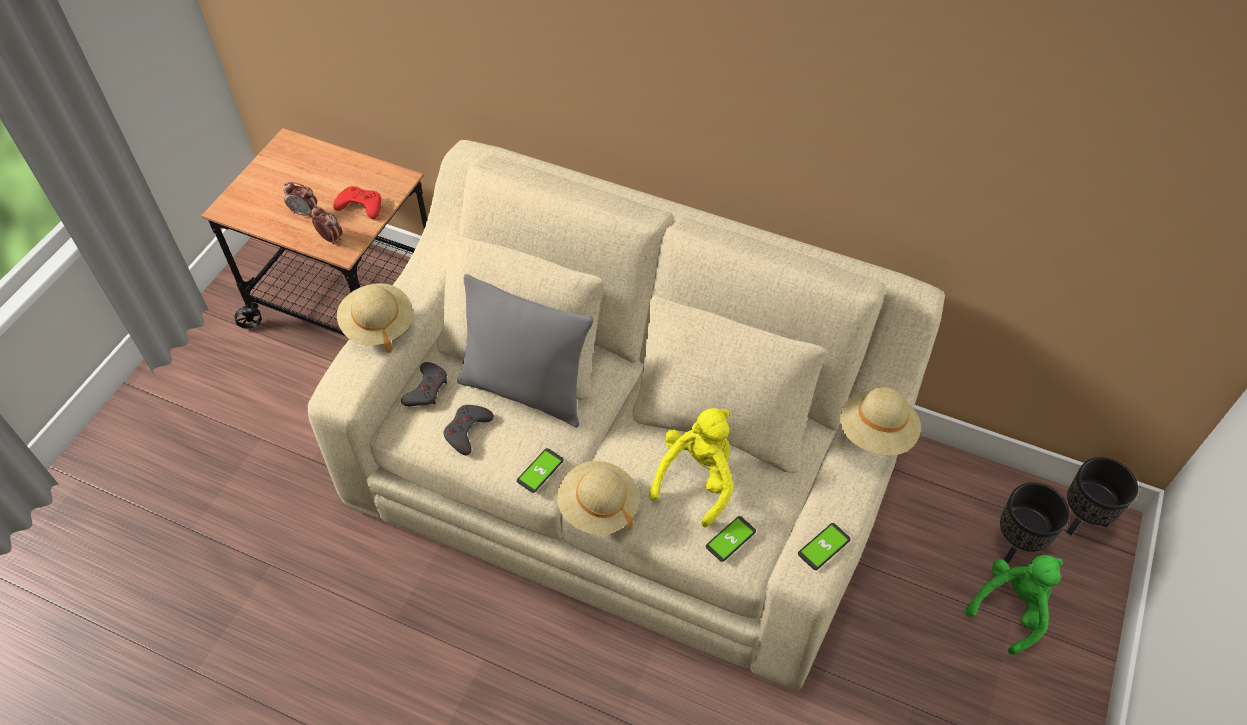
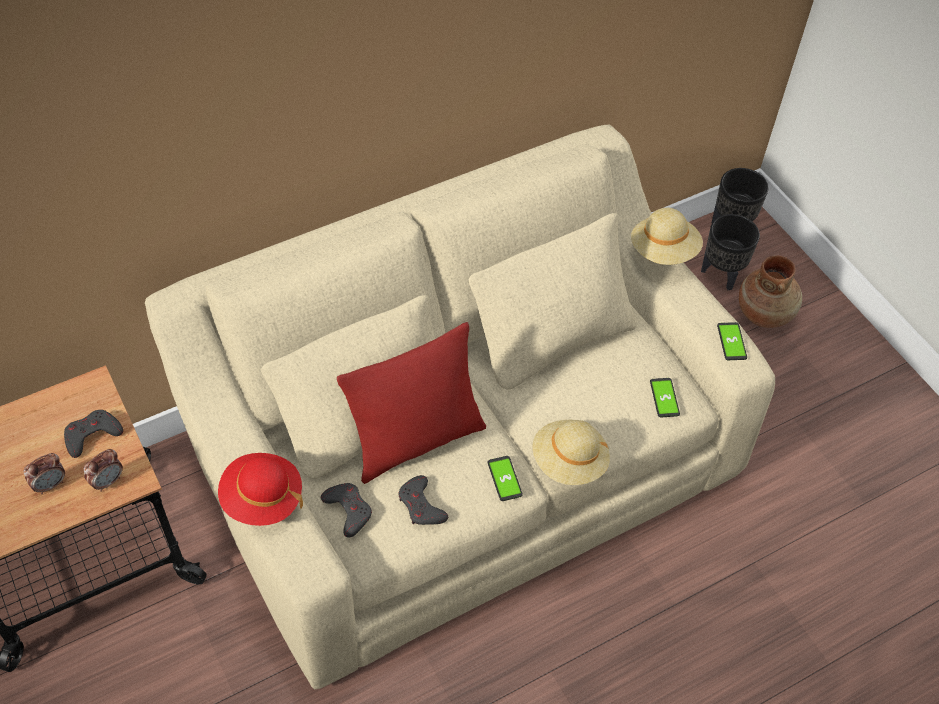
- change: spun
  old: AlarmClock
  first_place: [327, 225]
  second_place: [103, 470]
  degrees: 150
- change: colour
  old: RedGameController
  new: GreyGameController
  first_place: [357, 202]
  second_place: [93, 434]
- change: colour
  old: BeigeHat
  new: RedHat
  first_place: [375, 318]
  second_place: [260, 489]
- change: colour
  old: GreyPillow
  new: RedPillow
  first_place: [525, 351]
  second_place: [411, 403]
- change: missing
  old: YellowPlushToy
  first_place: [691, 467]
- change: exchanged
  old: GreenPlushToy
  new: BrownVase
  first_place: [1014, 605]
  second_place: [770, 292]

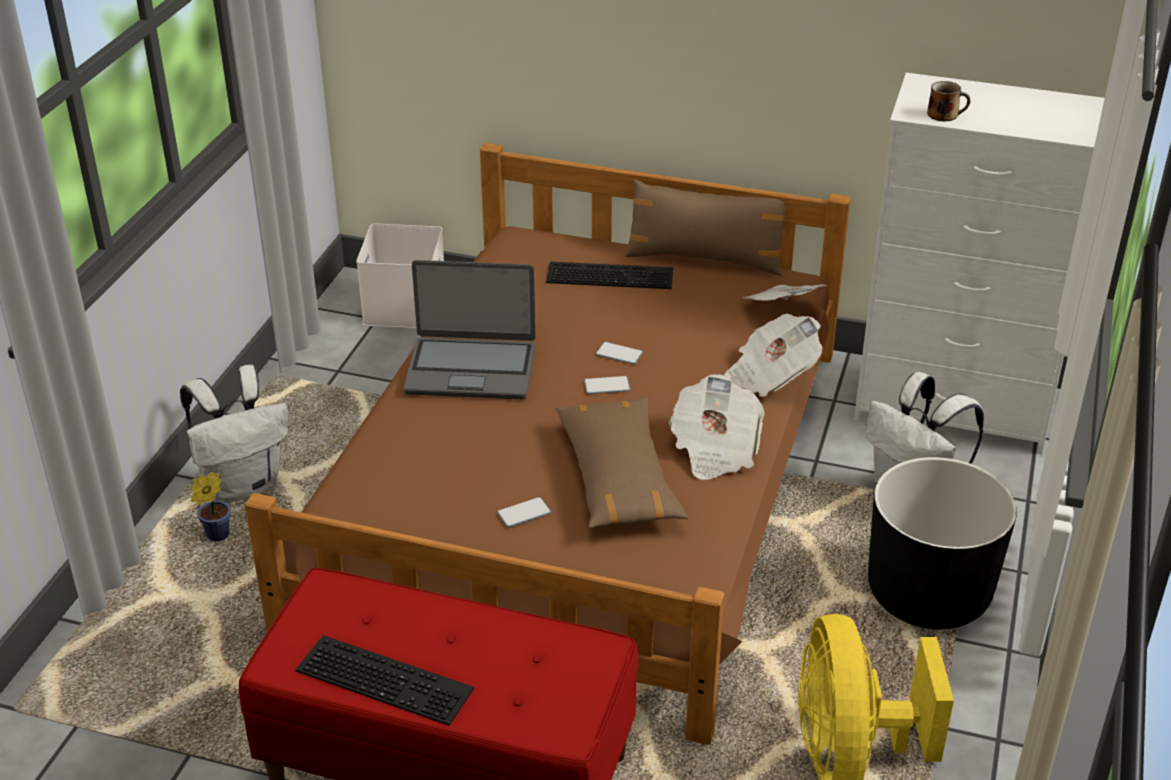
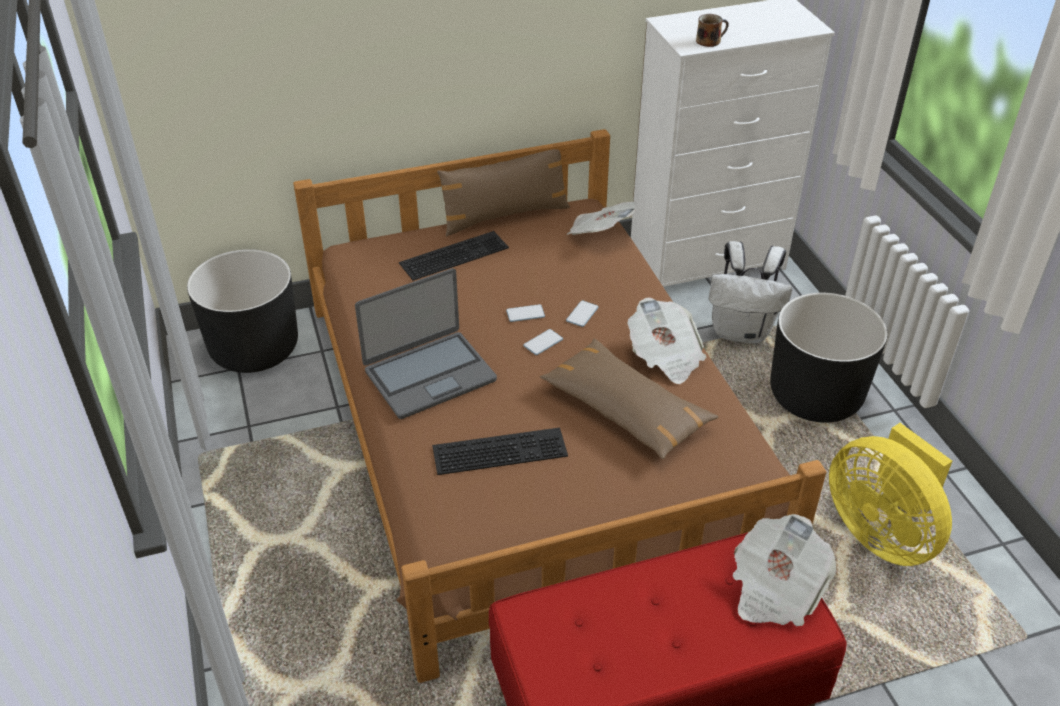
- change: missing
  old: WhiteBackpack
  first_place: [234, 434]
- change: missing
  old: PottedPlant
  first_place: [211, 506]
- change: relocated
  old: Keyboard
  first_place: [384, 680]
  second_place: [500, 451]
- change: exchanged
  old: WhiteStorageBox
  new: BlackPlanter
  first_place: [400, 275]
  second_place: [242, 311]
- change: relocated
  old: Phone
  first_place: [524, 512]
  second_place: [582, 314]
- change: relocated
  old: Newspaper
  first_place: [773, 355]
  second_place: [784, 570]

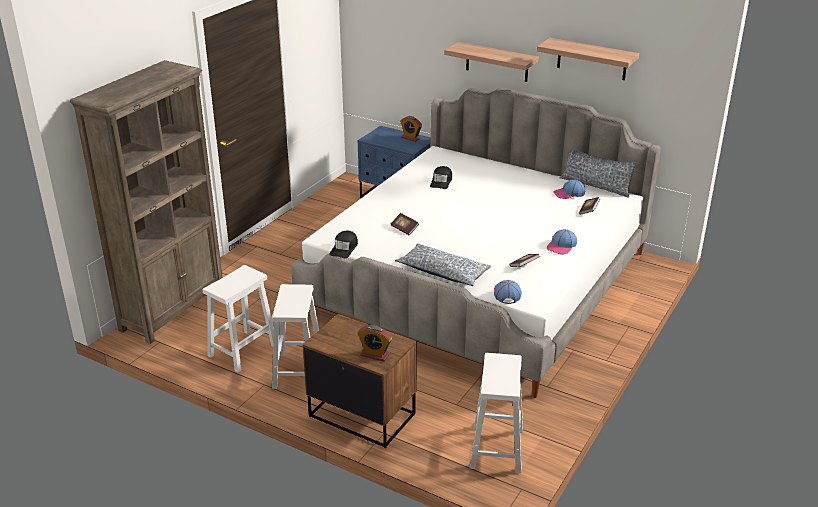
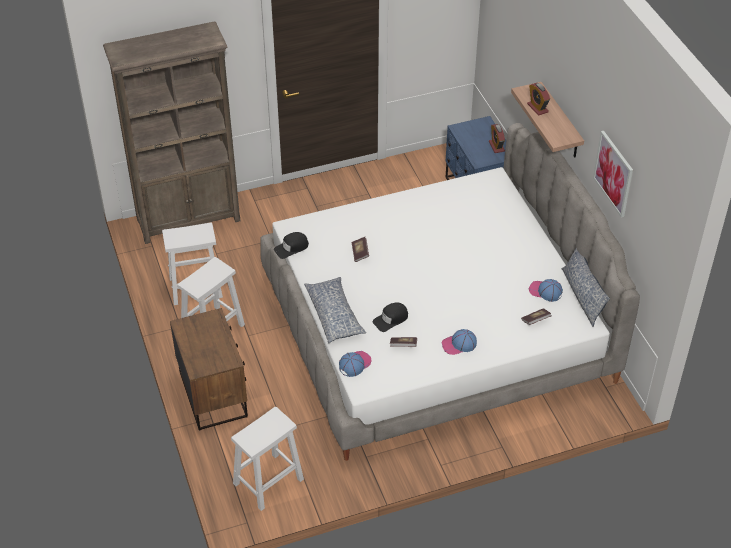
- change: relocated
  old: AlarmClock
  first_place: [374, 343]
  second_place: [538, 99]
- change: relocated
  old: BlackCap
  first_place: [441, 177]
  second_place: [390, 317]
- change: exchanged
  old: Shelf
  new: Picture
  first_place: [588, 59]
  second_place: [613, 174]

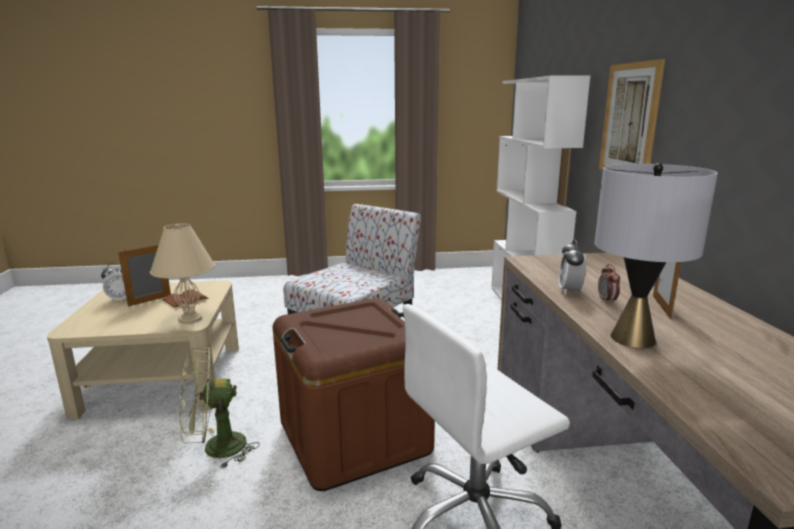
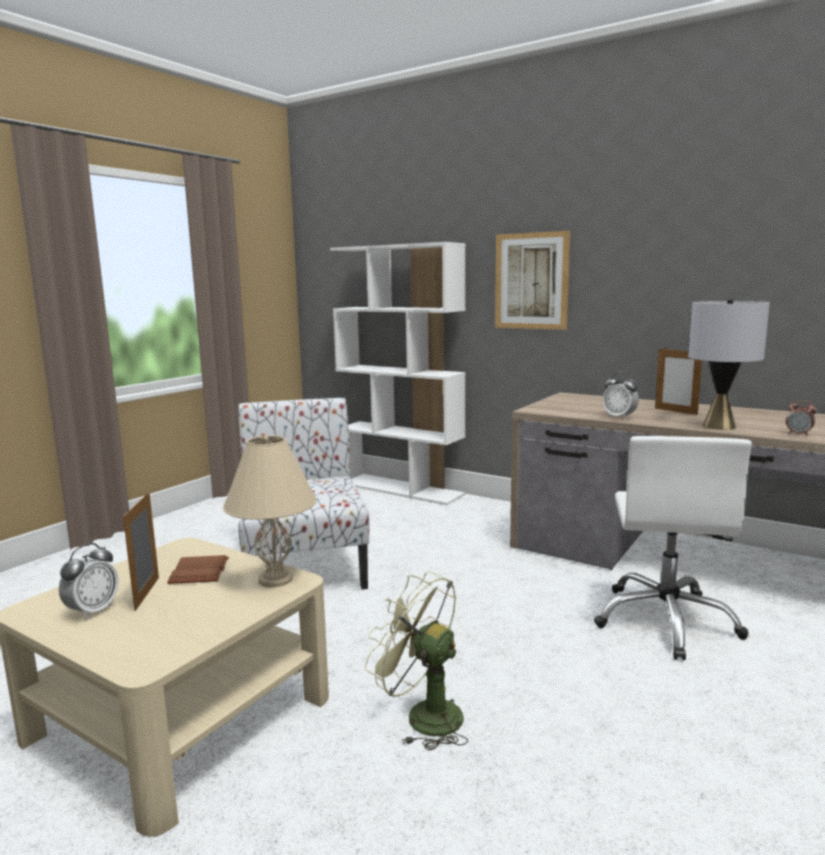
- change: spun
  old: GreenFan
  first_place: [219, 408]
  second_place: [416, 661]
  degrees: 105
- change: missing
  old: BrownStorageBox
  first_place: [354, 394]
- change: relocated
  old: AlarmClock
  first_place: [609, 284]
  second_place: [801, 418]

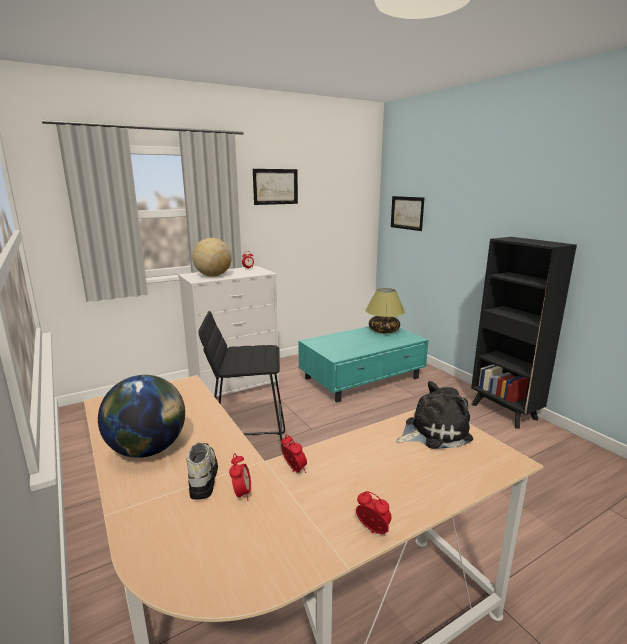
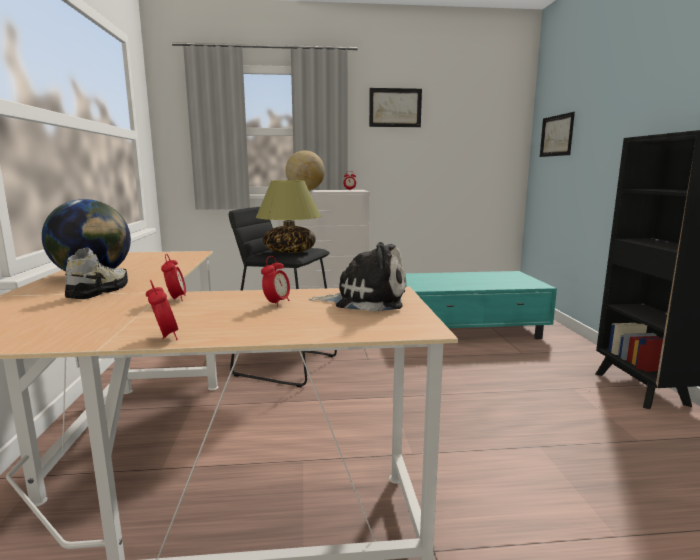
- change: relocated
  old: AlarmClock
  first_place: [240, 477]
  second_place: [275, 281]
- change: relocated
  old: TableLamp
  first_place: [385, 310]
  second_place: [288, 216]

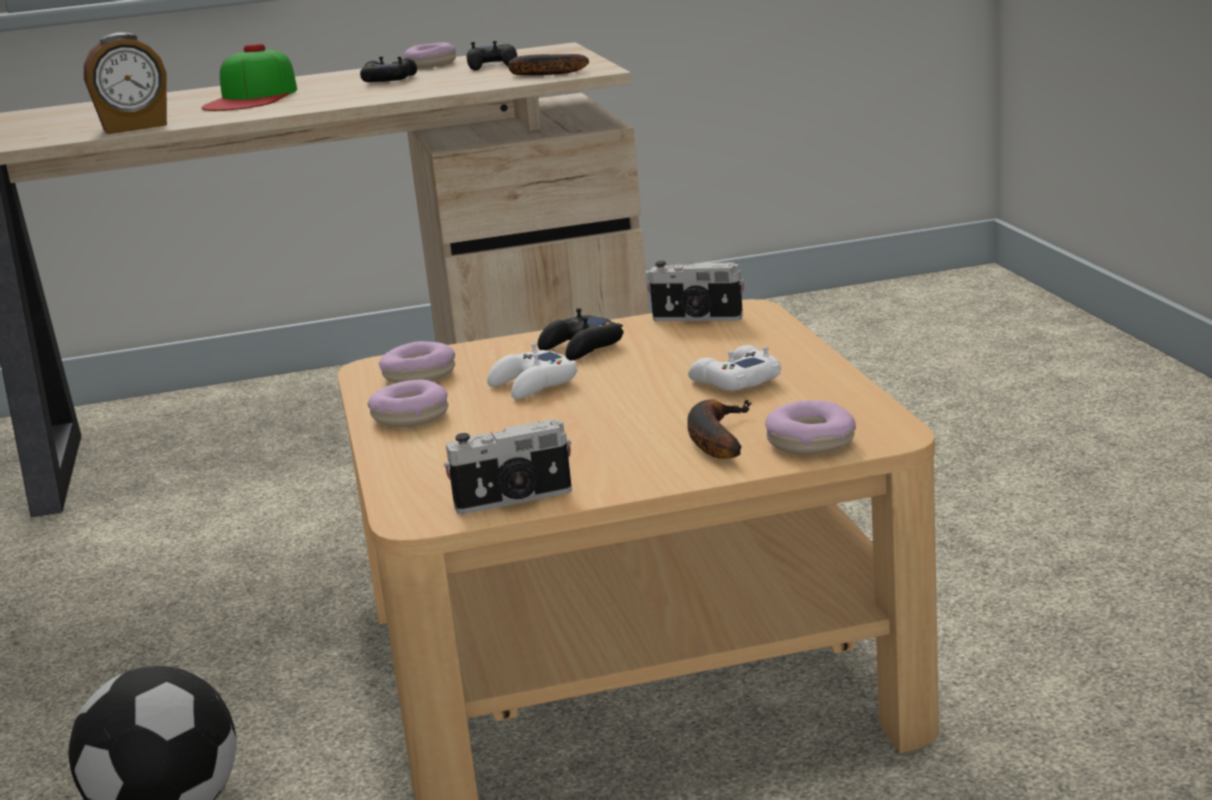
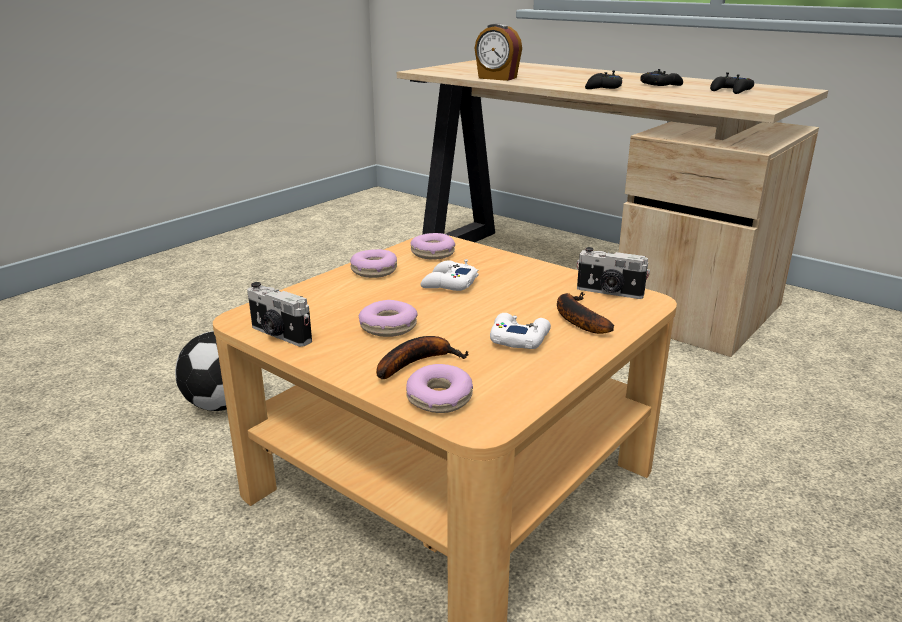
- change: missing
  old: Cap
  first_place: [249, 77]
- change: relocated
  old: Donut
  first_place: [430, 55]
  second_place: [388, 318]
- change: relocated
  old: Banana
  first_place: [548, 64]
  second_place: [585, 313]
- change: relocated
  old: BlackGameController
  first_place: [580, 334]
  second_place: [604, 80]
- change: spun
  old: PhotoCamera
  first_place: [695, 291]
  second_place: [613, 273]
  degrees: -45

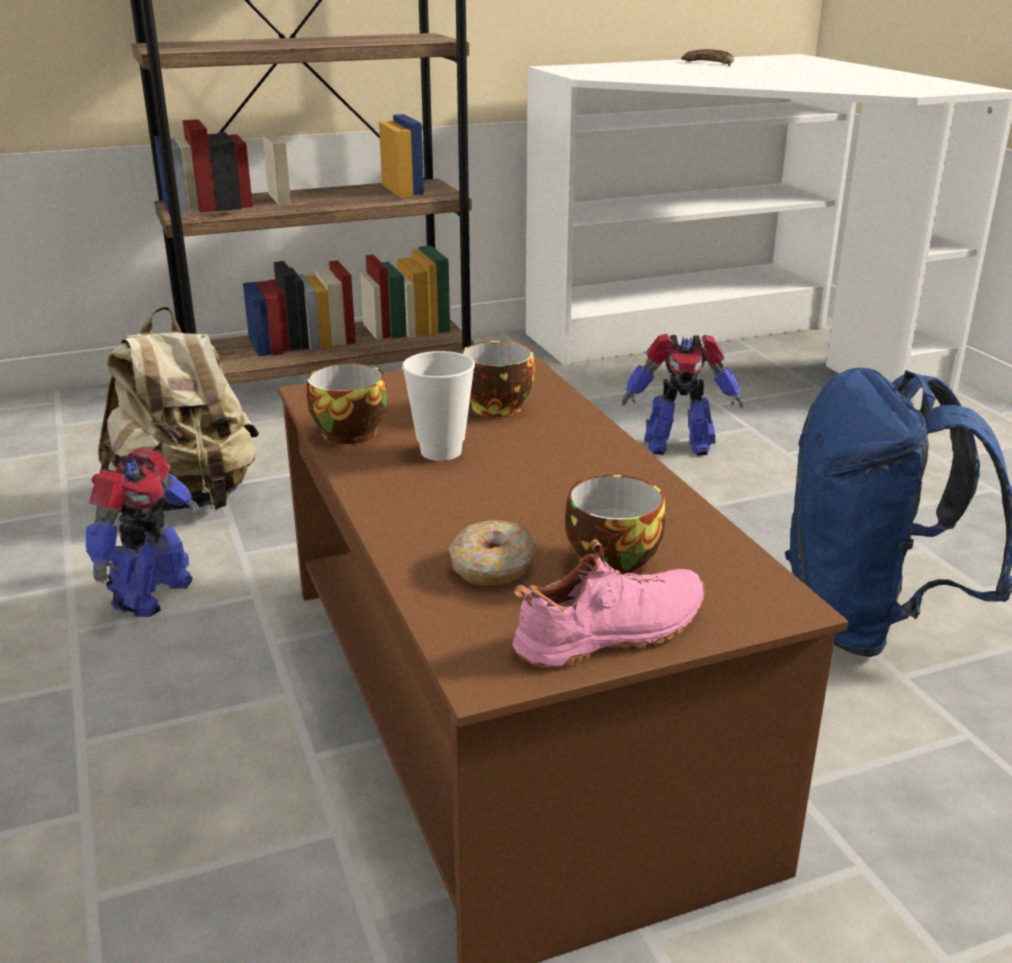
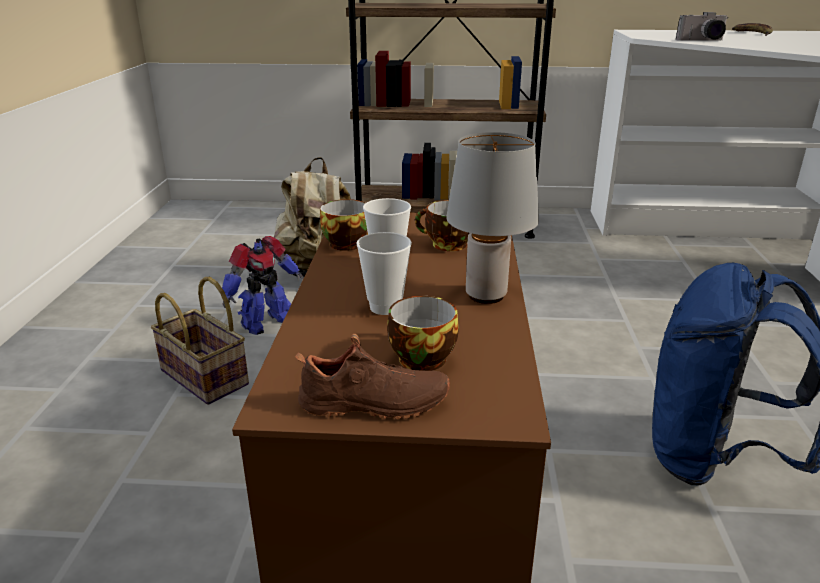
- change: missing
  old: Donut
  first_place: [492, 553]
- change: colour
  old: PinkShoe
  new: BrownShoe
  first_place: [609, 603]
  second_place: [372, 376]
- change: missing
  old: ToyRobot
  first_place: [682, 395]
- change: appeared
  new: Basket
  second_place: [200, 341]
- change: appeared
  new: Cup
  second_place: [384, 273]
- change: appeared
  new: GreyTableLamp
  second_place: [492, 218]
- change: appeared
  new: PhotoCamera
  second_place: [702, 26]

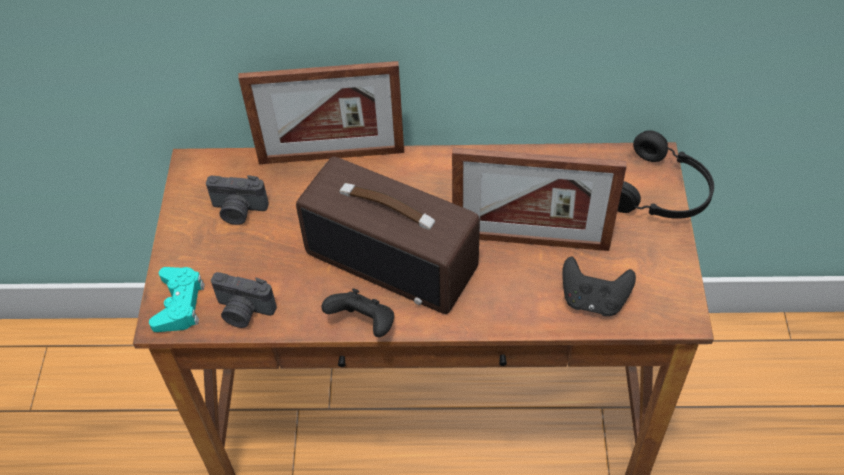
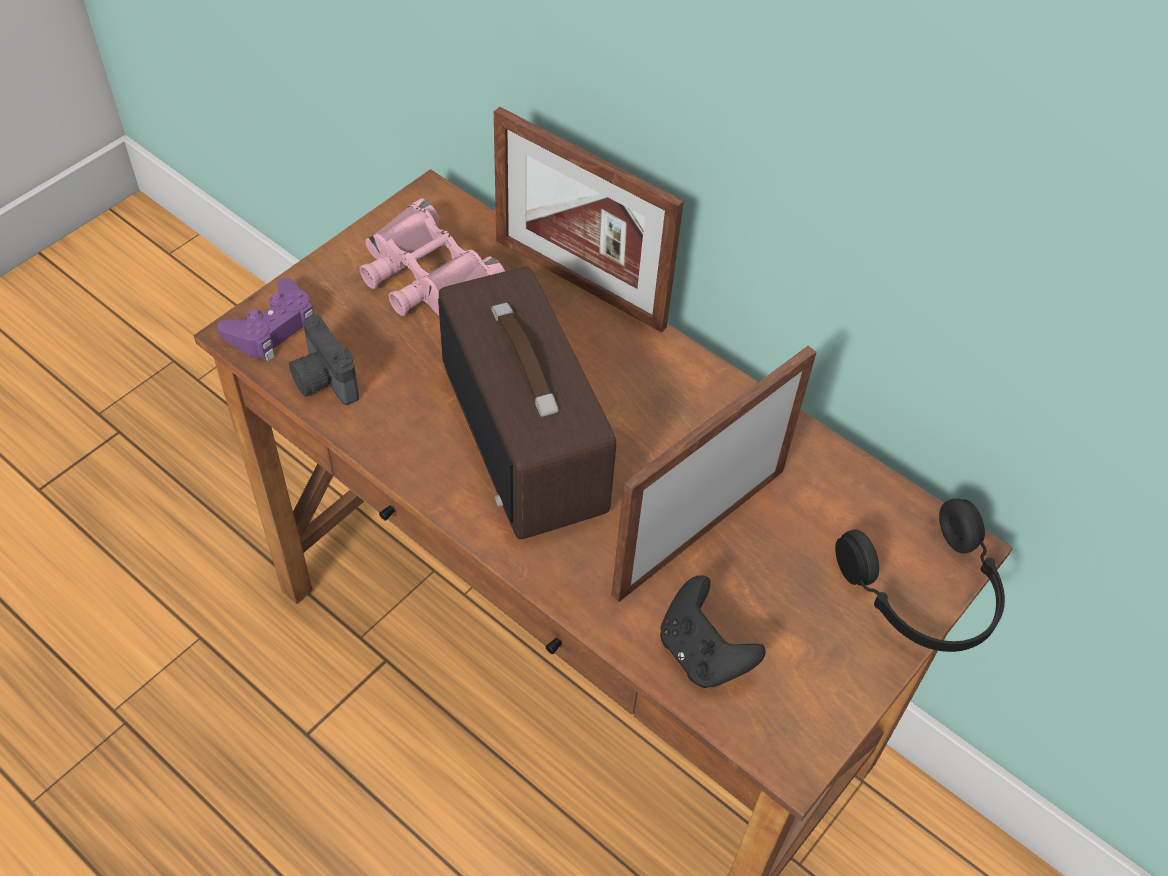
- change: colour
  old: TurquoiseGameController
  new: PurpleGameController
  first_place: [177, 299]
  second_place: [265, 319]
- change: exchanged
  old: PhotoCamera
  new: PinkBinoculars
  first_place: [237, 200]
  second_place: [432, 257]
- change: missing
  old: BlackGameController
  first_place: [358, 313]
- change: spun
  old: PictureFrame
  first_place: [539, 199]
  second_place: [714, 474]
  degrees: 90

